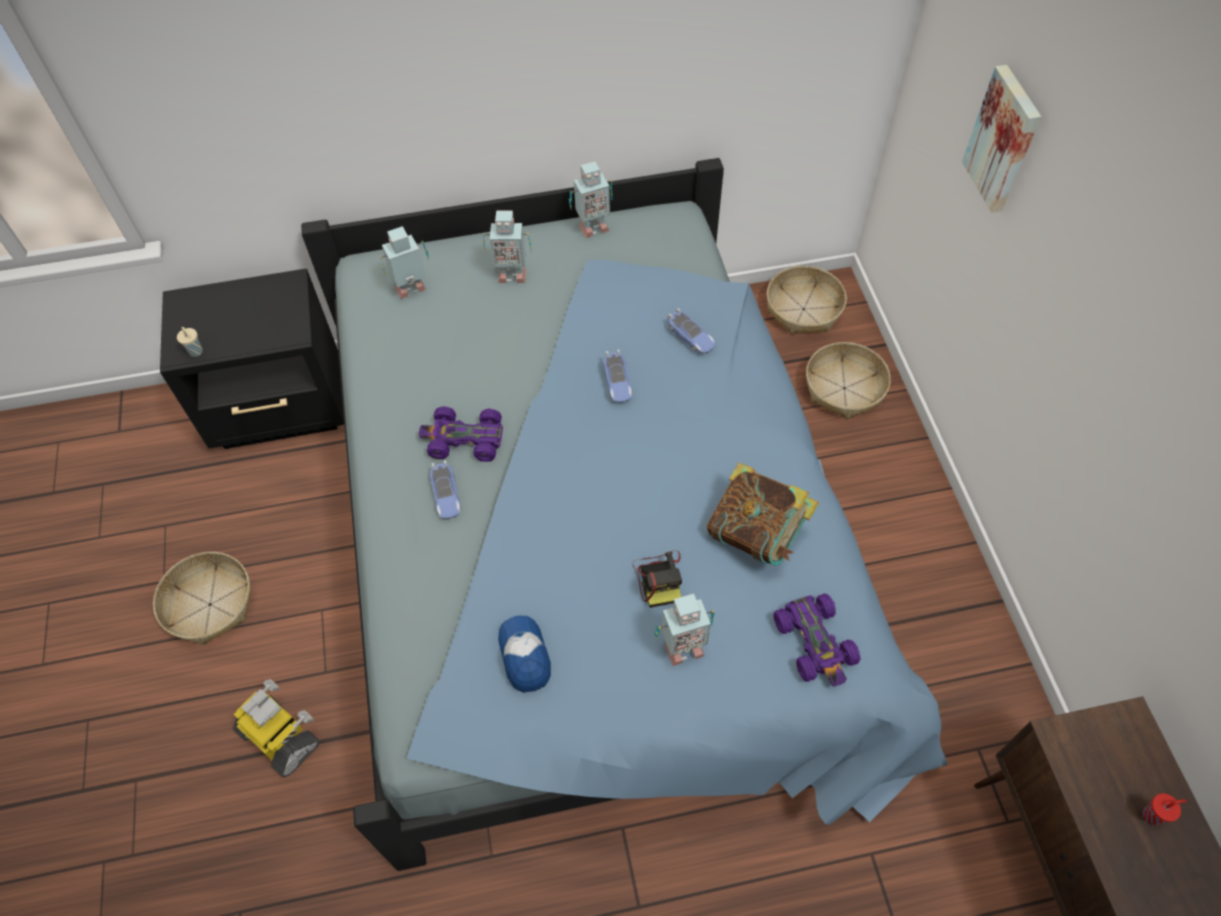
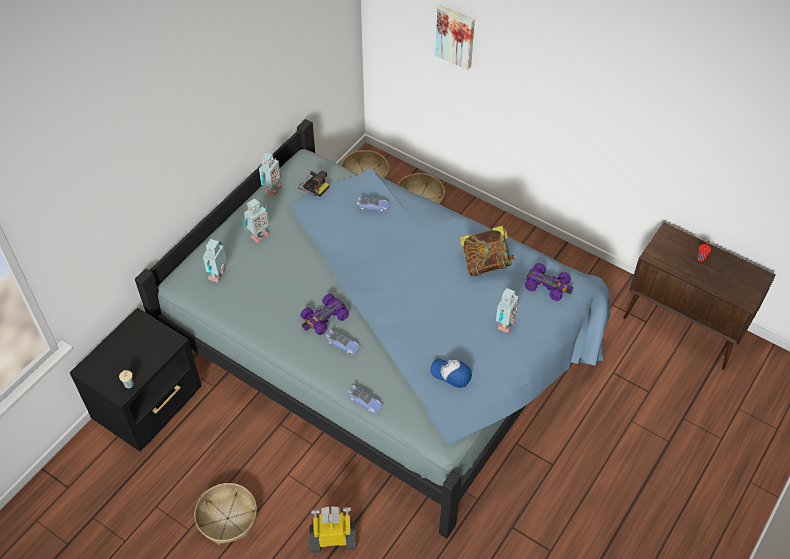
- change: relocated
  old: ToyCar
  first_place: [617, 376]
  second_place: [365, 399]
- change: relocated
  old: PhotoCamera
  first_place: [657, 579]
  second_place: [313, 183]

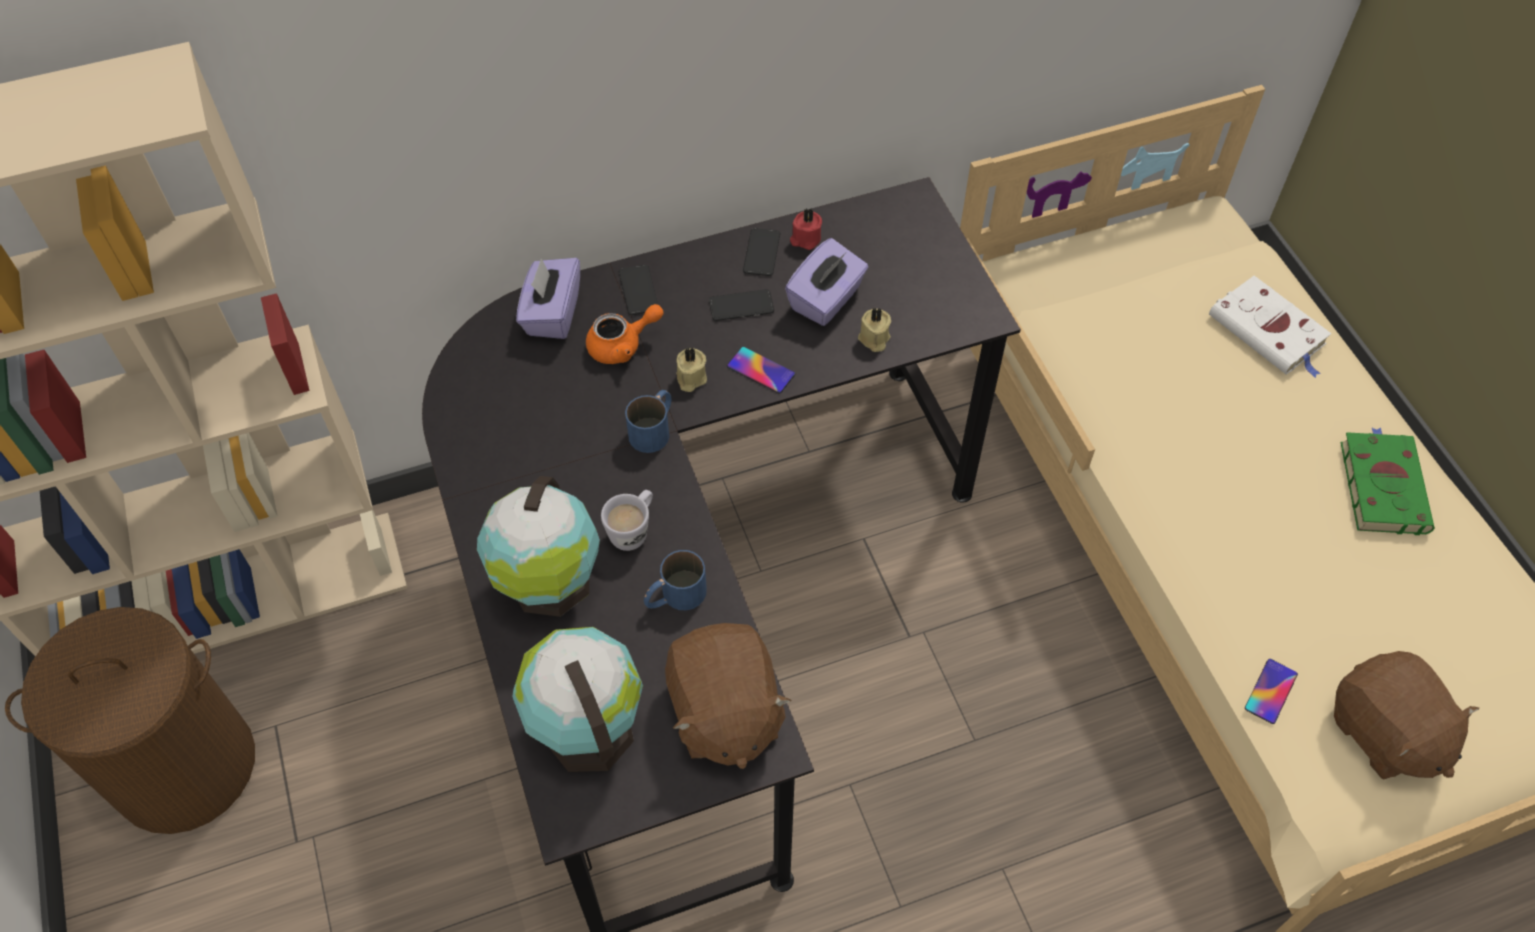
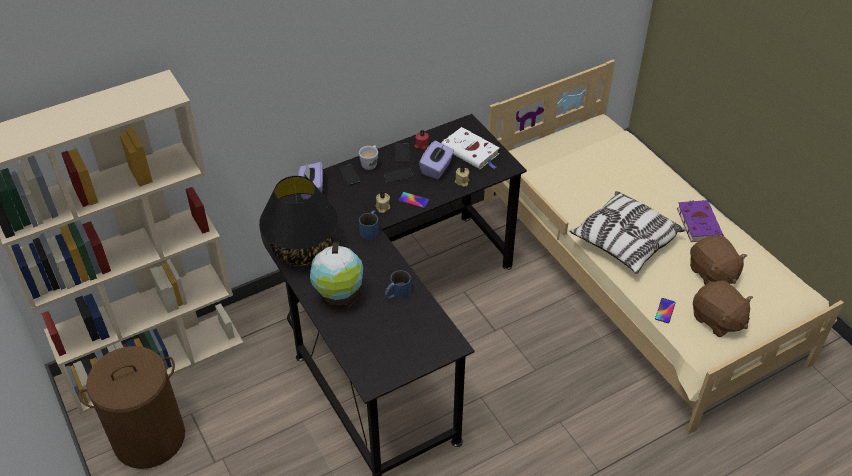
- change: missing
  old: Globe
  first_place: [577, 699]
- change: missing
  old: OrangeTeapot
  first_place: [624, 334]
- change: relocated
  old: WhiteMug
  first_place: [627, 520]
  second_place: [368, 157]
- change: relocated
  old: BrownPlushToy
  first_place: [728, 696]
  second_place: [719, 260]
- change: relocated
  old: WhiteBook
  first_place: [1270, 327]
  second_place: [470, 148]
- change: colour
  old: GreenBook
  new: PurpleBook
  first_place: [1387, 481]
  second_place: [700, 221]
- change: appeared
  new: BlackTableLamp
  second_place: [298, 221]
- change: appeared
  new: Pillow
  second_place: [627, 232]

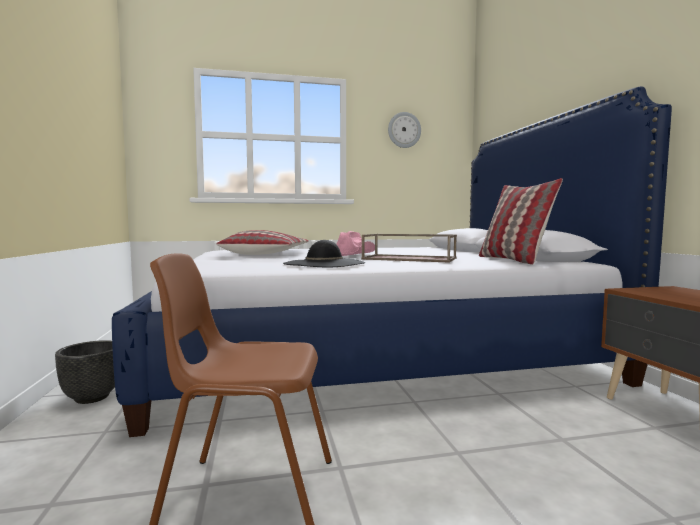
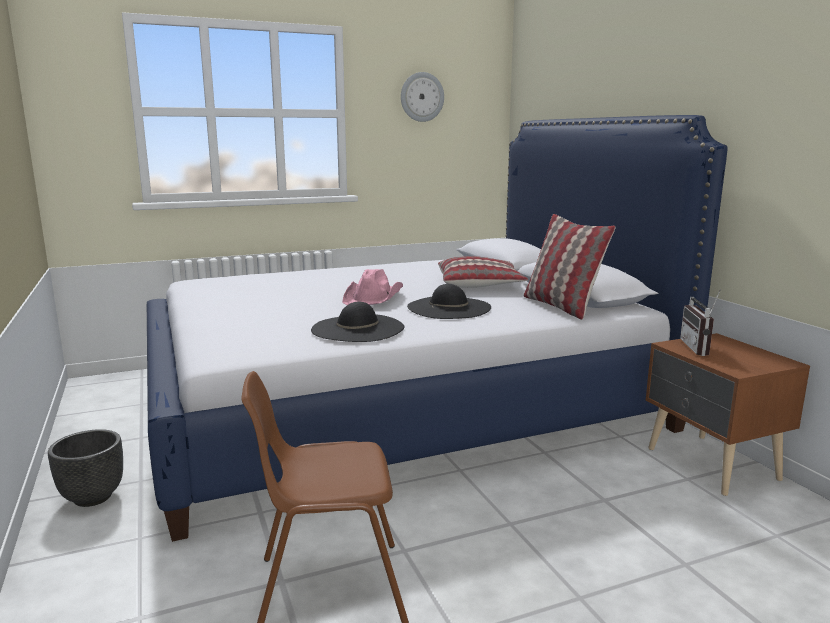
- change: relocated
  old: Pillow
  first_place: [262, 242]
  second_place: [483, 272]
- change: exchanged
  old: BrownTray
  new: BlackHat
  first_place: [409, 248]
  second_place: [449, 301]
- change: appeared
  new: Radio
  second_place: [700, 322]

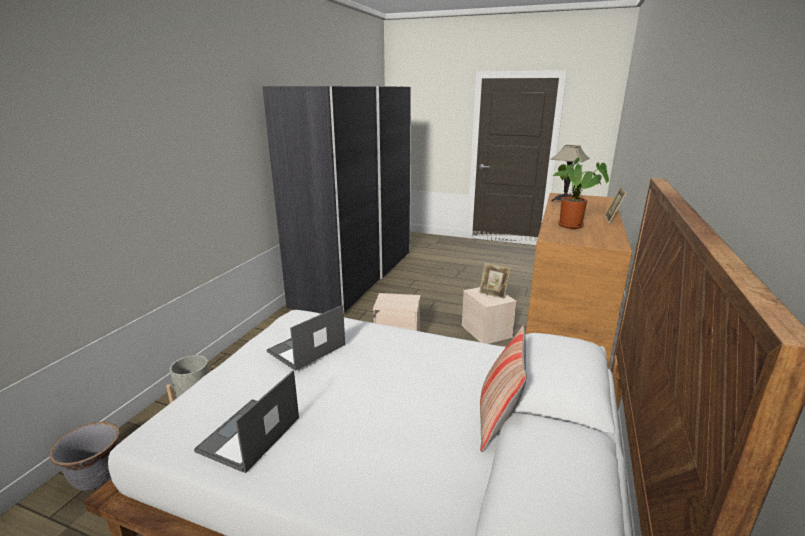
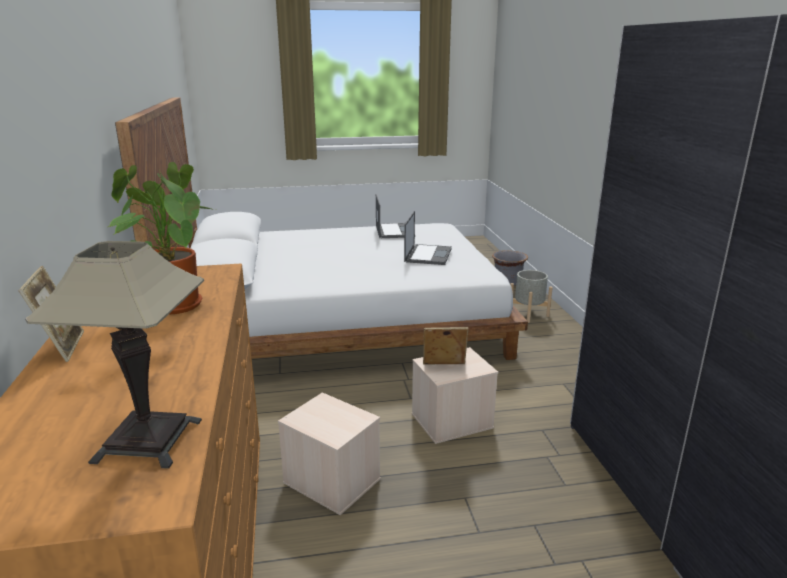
- change: relocated
  old: PictureFrame
  first_place: [495, 281]
  second_place: [445, 345]
- change: missing
  old: Pillow
  first_place: [503, 388]

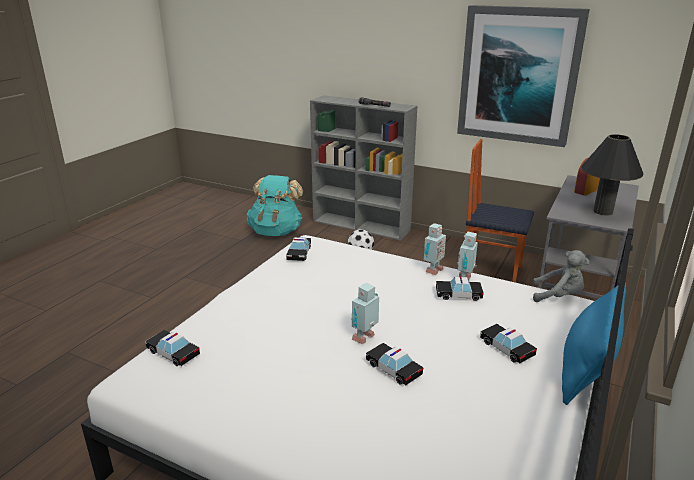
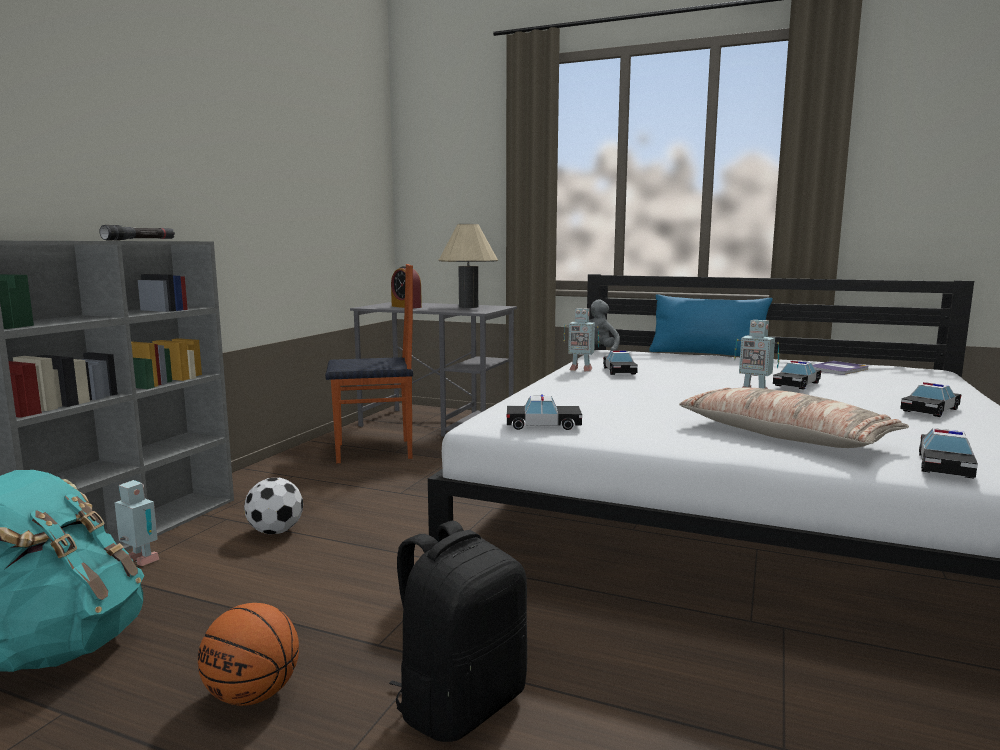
- change: relocated
  old: ToyRobot
  first_place: [435, 249]
  second_place: [136, 523]
- change: missing
  old: Picture
  first_place: [523, 76]
- change: spun
  old: Chair
  first_place: [500, 211]
  second_place: [369, 363]
  degrees: -120
- change: relocated
  old: ToyCar
  first_place: [508, 343]
  second_place: [930, 399]
- change: colour
  old: BlackTableLamp
  new: BeigeTableLamp
  first_place: [612, 174]
  second_place: [468, 266]
- change: appeared
  new: Basketball
  second_place: [248, 654]
- change: appeared
  new: BlackBackpack
  second_place: [458, 631]
- change: appeared
  new: Pillow
  second_place: [794, 418]
- change: appeared
  new: Book
  second_place: [840, 368]

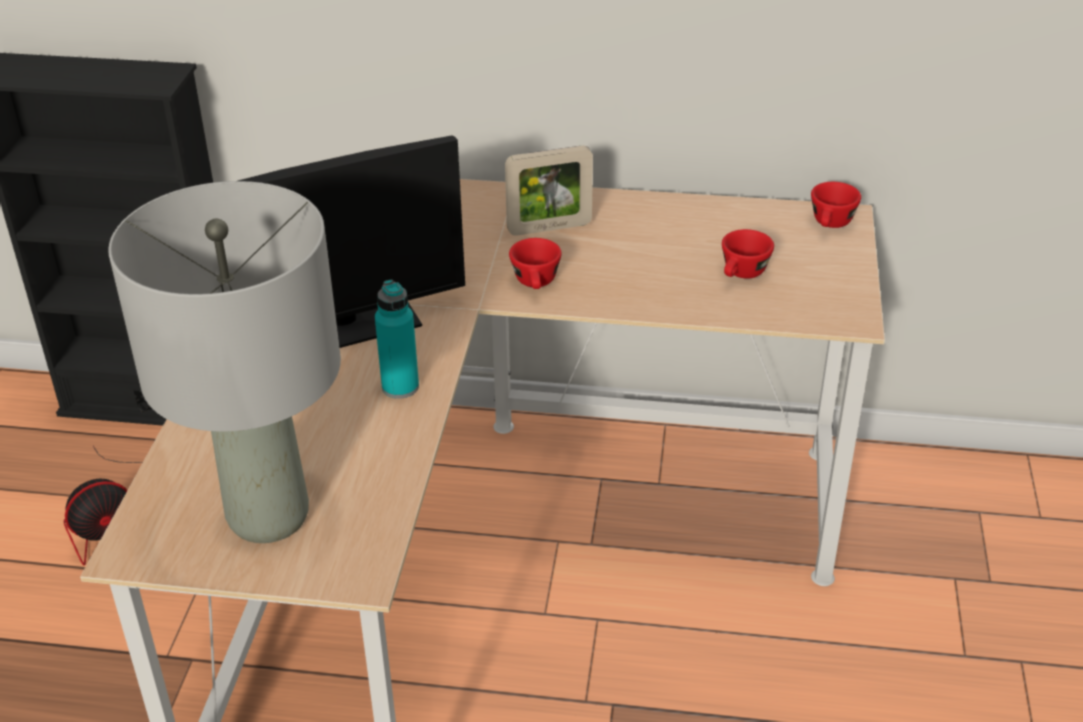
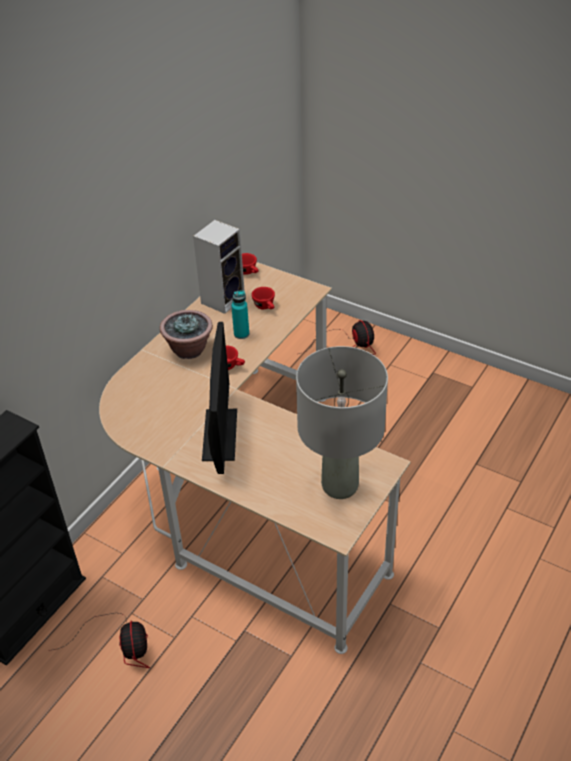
- change: relocated
  old: TurquoiseBottle
  first_place: [397, 339]
  second_place: [240, 314]
- change: exchanged
  old: PictureFrame
  new: PottedPlant
  first_place: [549, 191]
  second_place: [186, 334]
- change: appeared
  new: Speaker
  second_place: [219, 267]
- change: appeared
  new: Fan
  second_place: [337, 337]

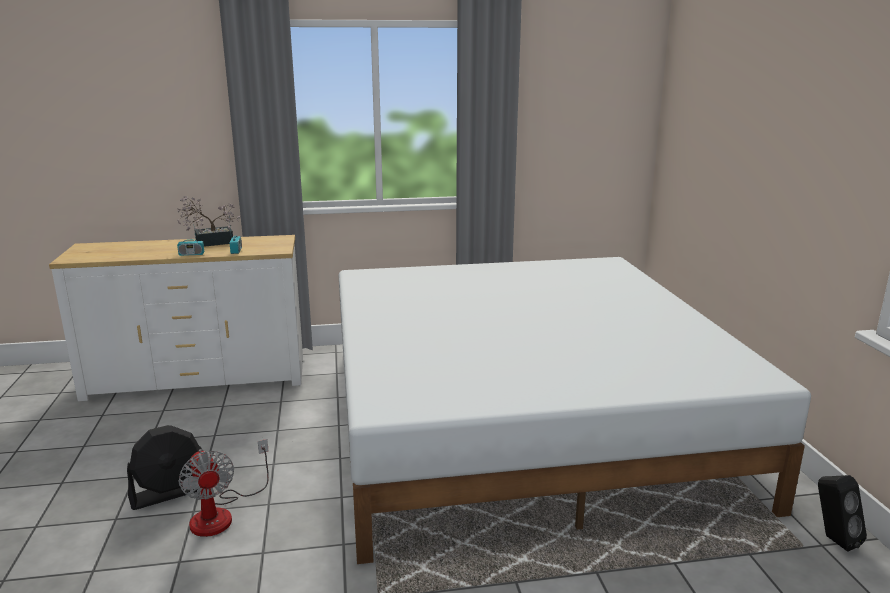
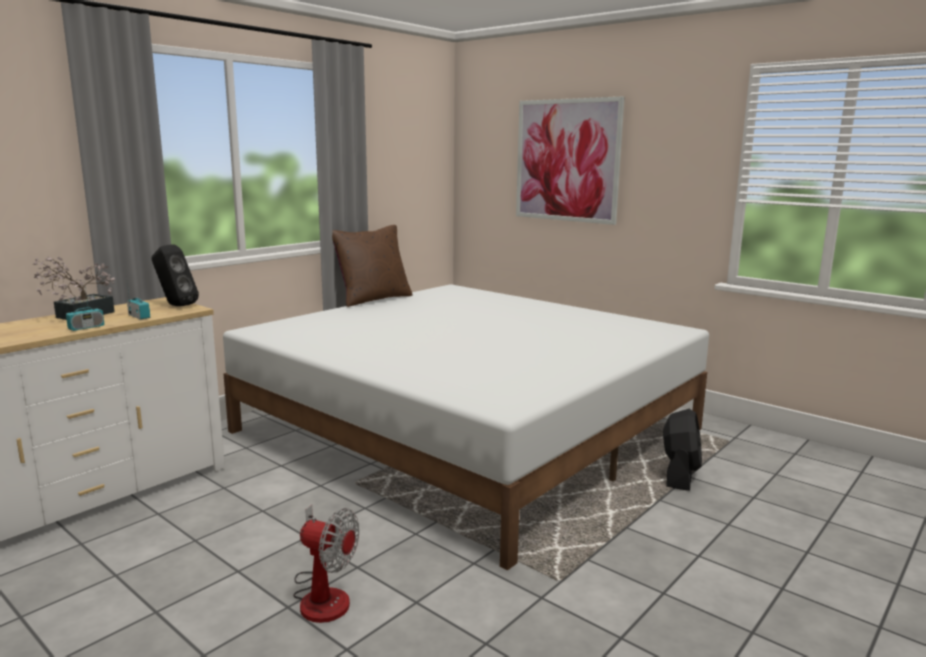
- change: relocated
  old: BlackFan
  first_place: [165, 467]
  second_place: [682, 450]
- change: relocated
  old: BlackSpeaker
  first_place: [842, 513]
  second_place: [175, 275]
- change: appeared
  new: BrownPillow
  second_place: [372, 266]
- change: appeared
  new: Picture
  second_place: [570, 160]

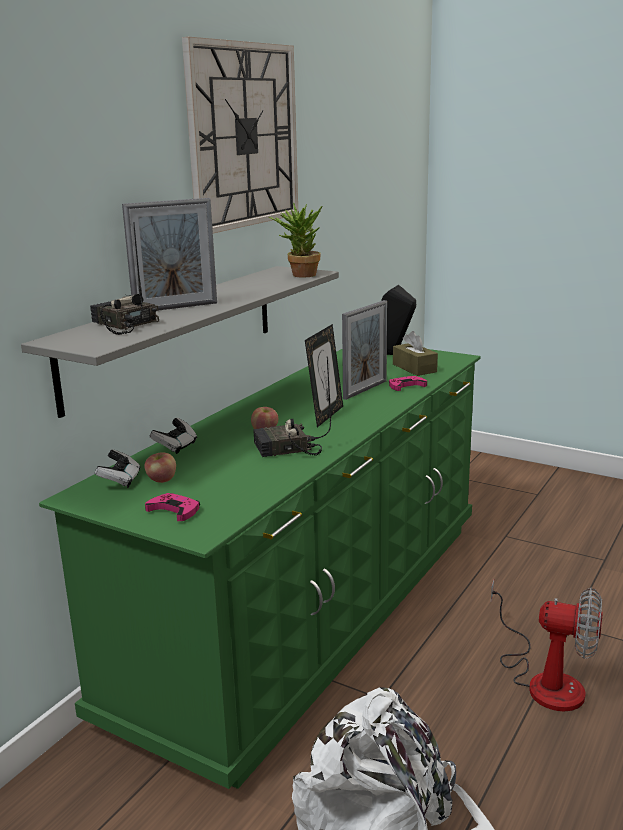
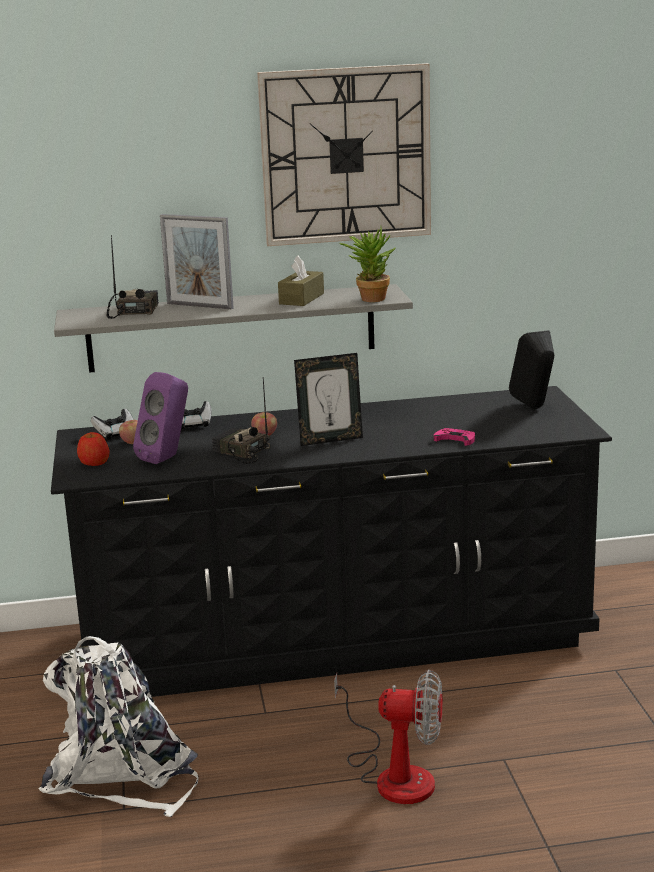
- change: colour
  old: GreenDresser
  new: BlackDresser
  first_place: [260, 569]
  second_place: [331, 541]
- change: exchanged
  old: PinkGameController
  new: Apple
  first_place: [172, 507]
  second_place: [93, 449]
- change: missing
  old: PictureFrame
  first_place: [364, 350]
- change: relocated
  old: BrownTissueBox
  first_place: [415, 353]
  second_place: [301, 281]
- change: spun
  old: Fan
  first_place: [547, 645]
  second_place: [388, 737]
  degrees: -60
- change: appeared
  new: PurpleSpeaker
  second_place: [160, 418]

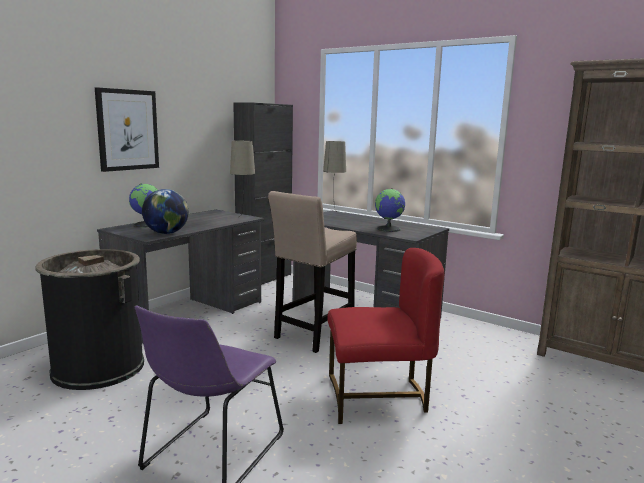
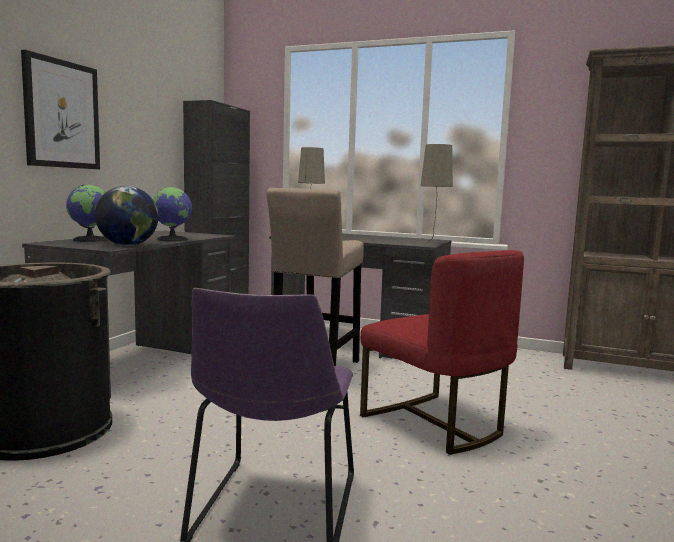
- change: relocated
  old: BeigeTableLamp
  first_place: [242, 179]
  second_place: [437, 193]
- change: spun
  old: RedChair
  first_place: [385, 336]
  second_place: [442, 352]
  degrees: 75
- change: relocated
  old: Globe
  first_place: [390, 210]
  second_place: [172, 214]

